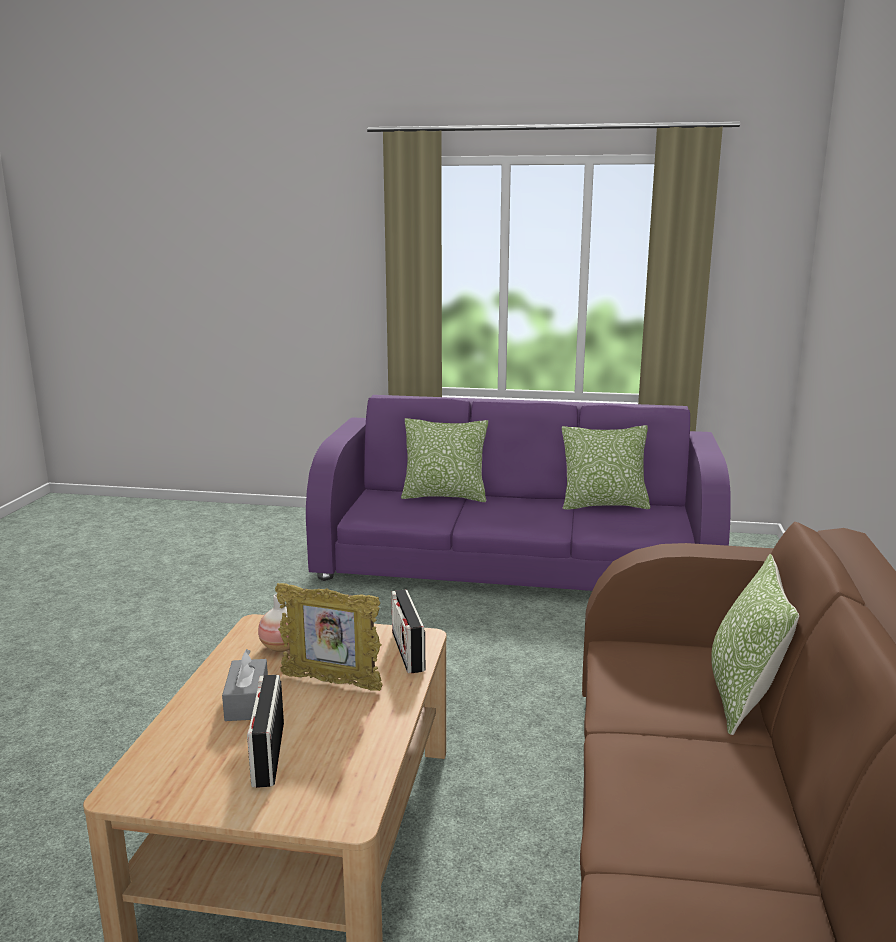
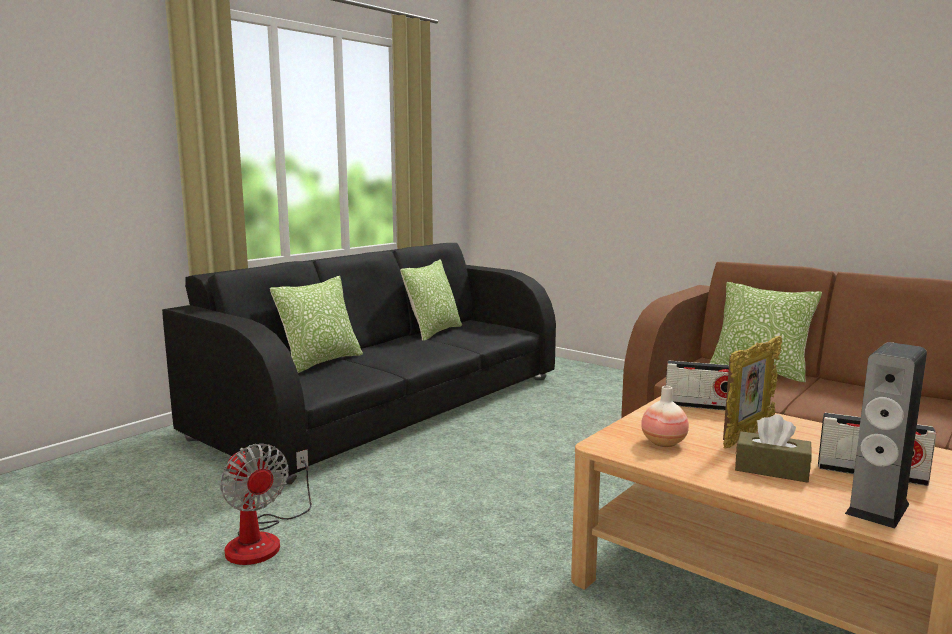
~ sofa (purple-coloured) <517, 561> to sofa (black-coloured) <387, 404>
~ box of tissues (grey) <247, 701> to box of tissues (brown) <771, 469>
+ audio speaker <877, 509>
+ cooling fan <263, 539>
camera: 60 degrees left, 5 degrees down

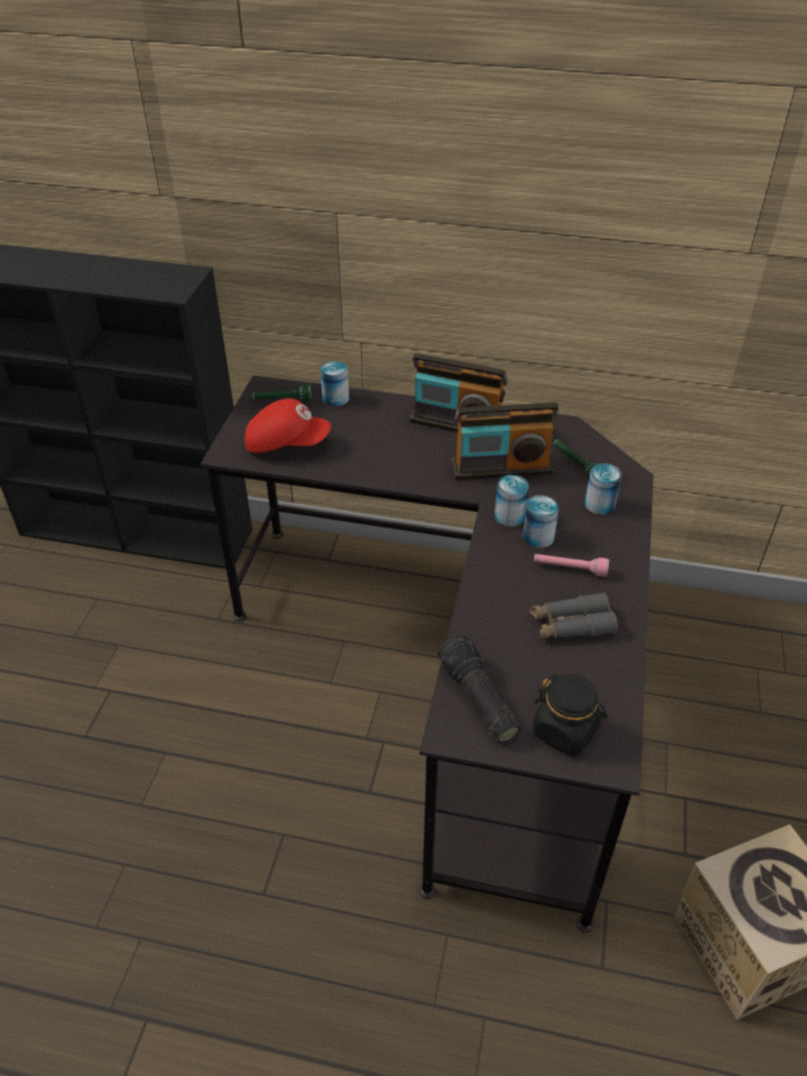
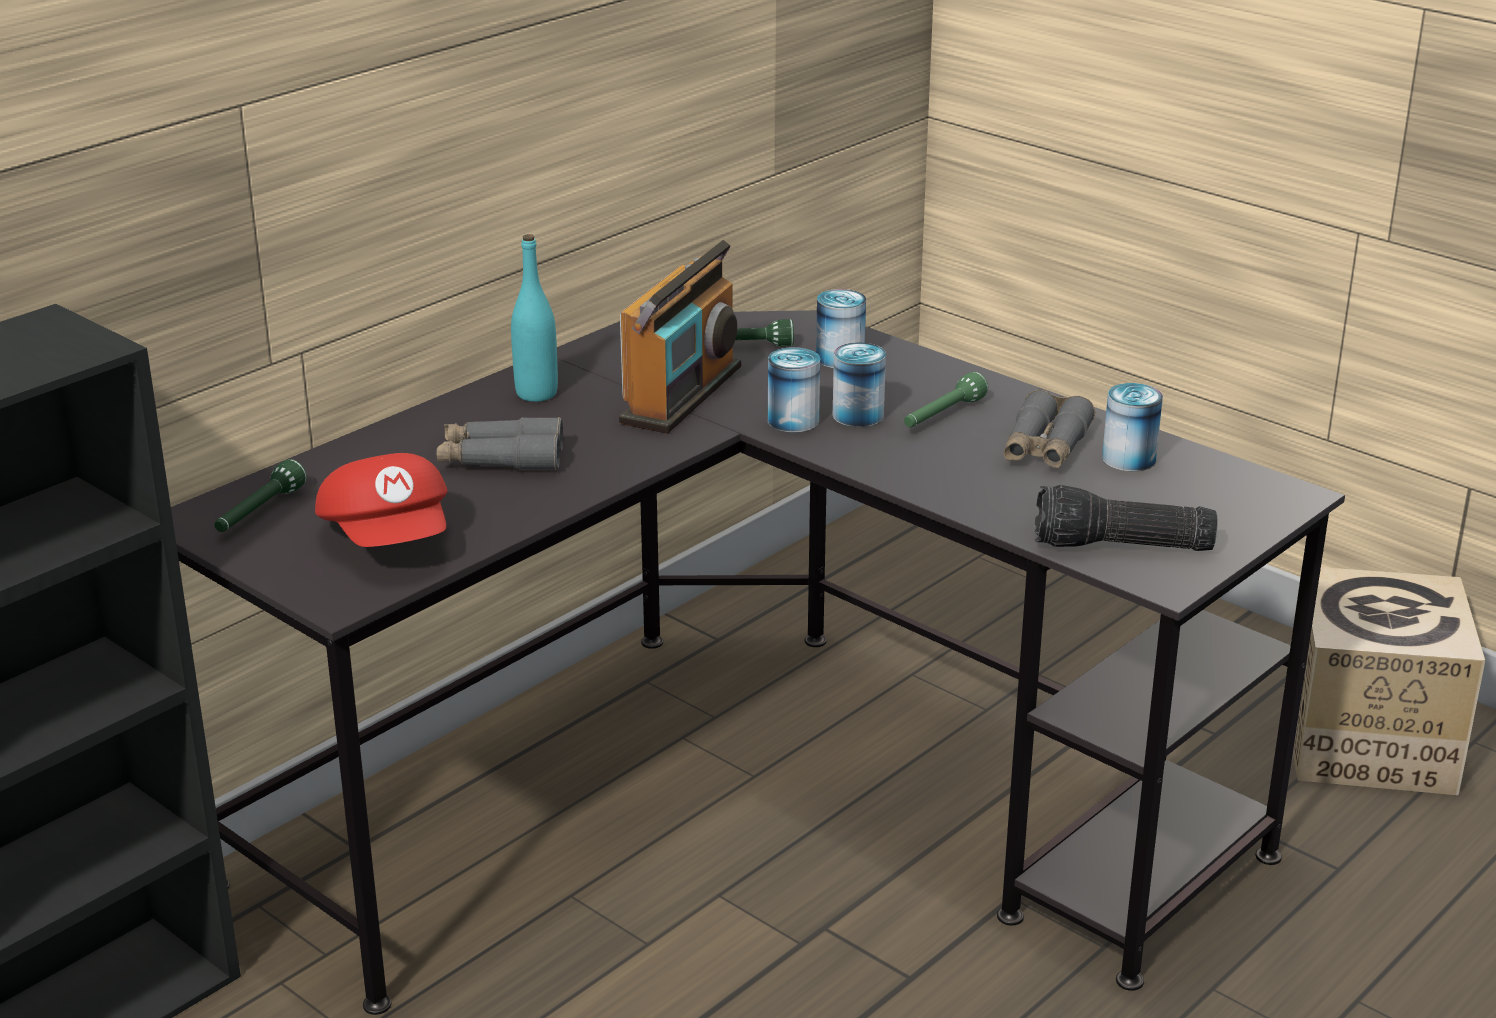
~ radio receiver <457, 423> to drink bottle (blue-green) <536, 393>
~ can <335, 398> to <1129, 459>
~ peaked cap (reddish) <286, 443> = <390, 539> 120 degrees clockwise
~ torch (pinkish) <569, 569> to torch (greenish) <942, 416>
- jar (black-coloured) <565, 731>
+ binoculars (grey) <501, 459>
camera: 60 degrees left, 15 degrees down

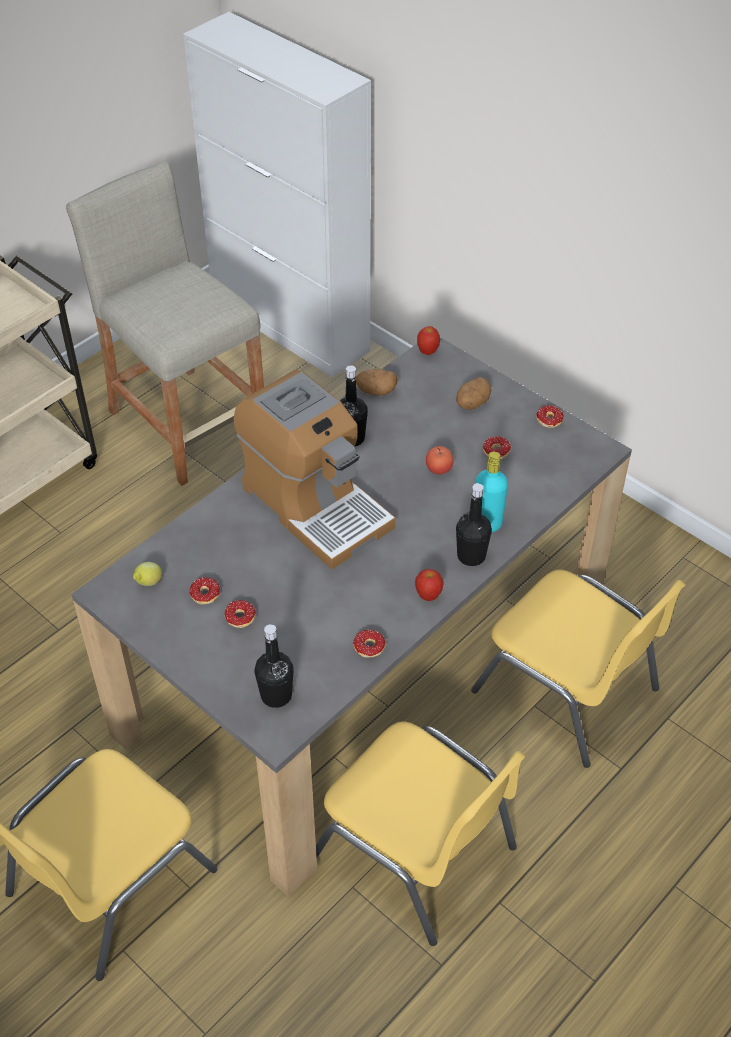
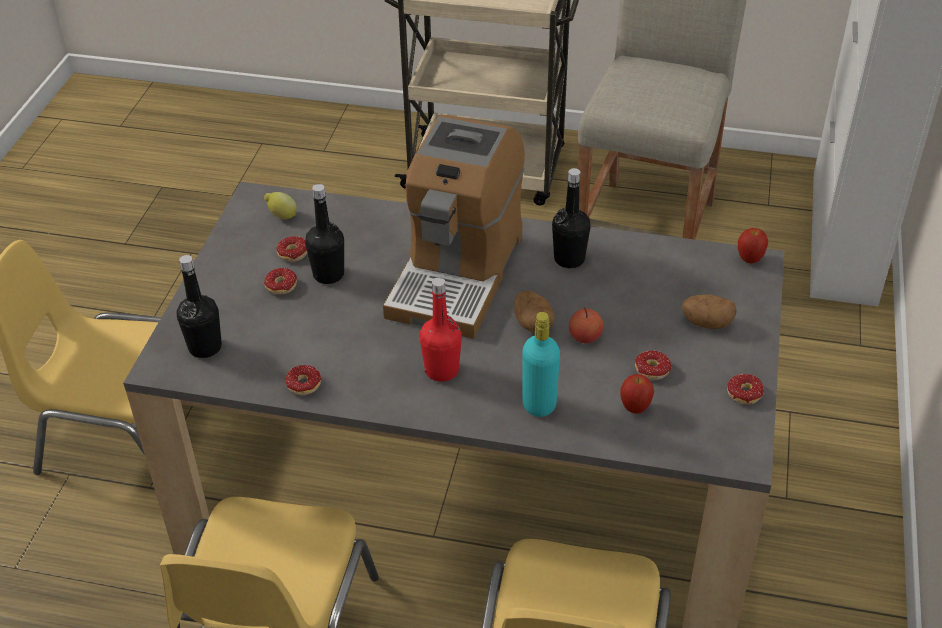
~ whole potato <376, 391> to <533, 323>
~ drink bottle (black-coloured) <471, 556> to <328, 274>
~ apple fruit <428, 596> to <635, 408>
+ drink bottle (reddish) <442, 370>
camera: 60 degrees right, 5 degrees down

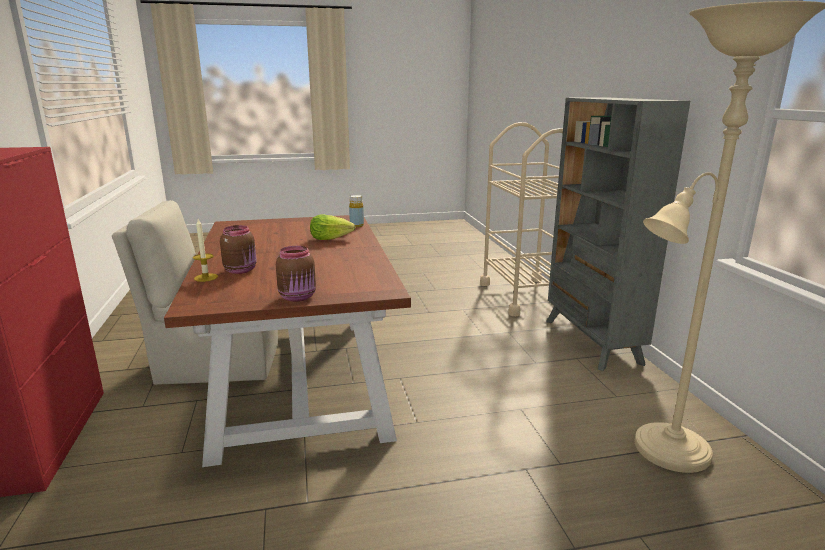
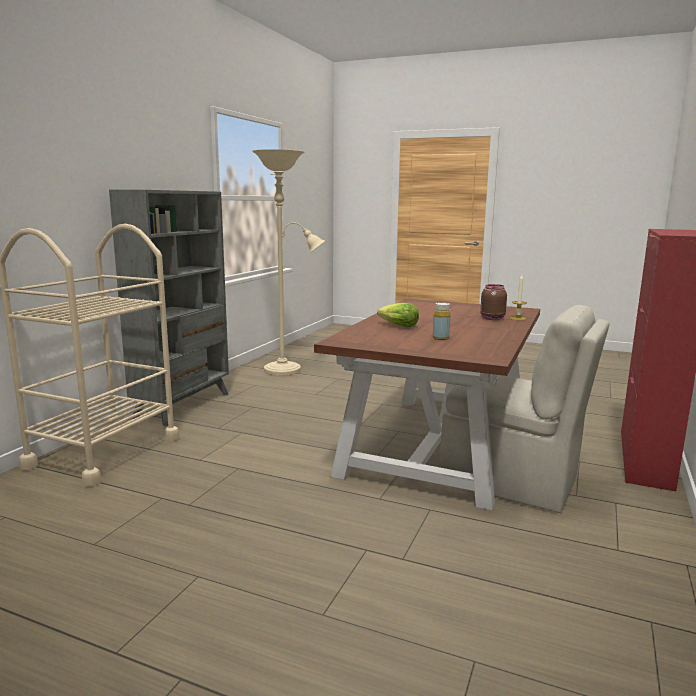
~ drink bottle (yellow-coloured) <356, 225> to <440, 338>
- jar (brown) <298, 297>
camera: 145 degrees left, 5 degrees down

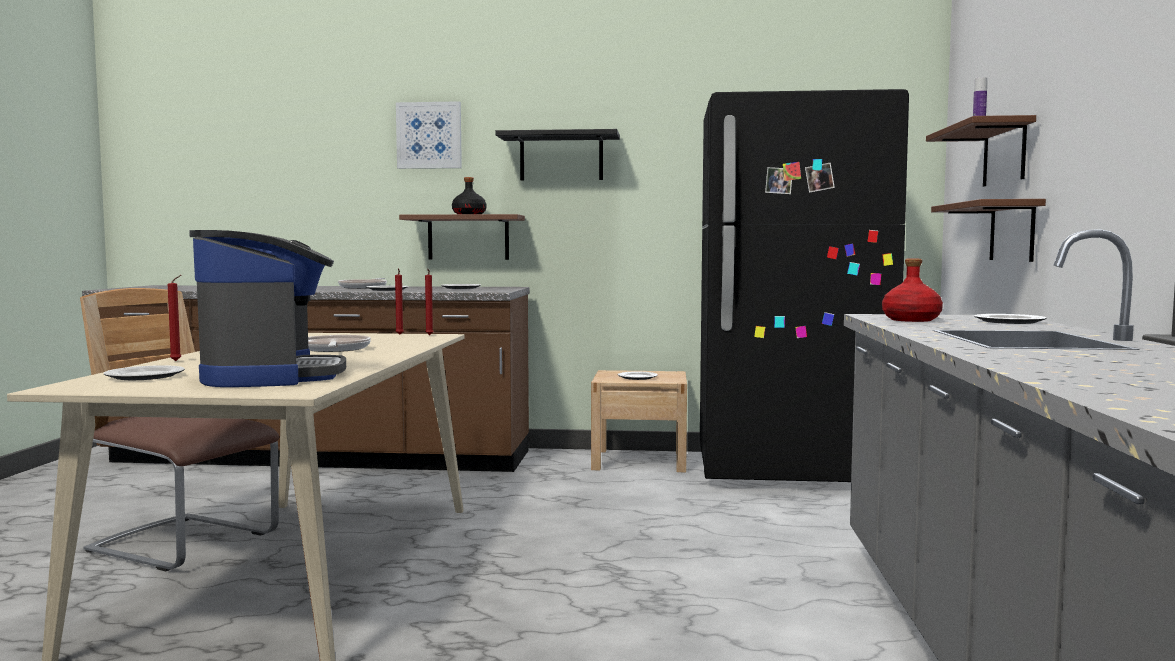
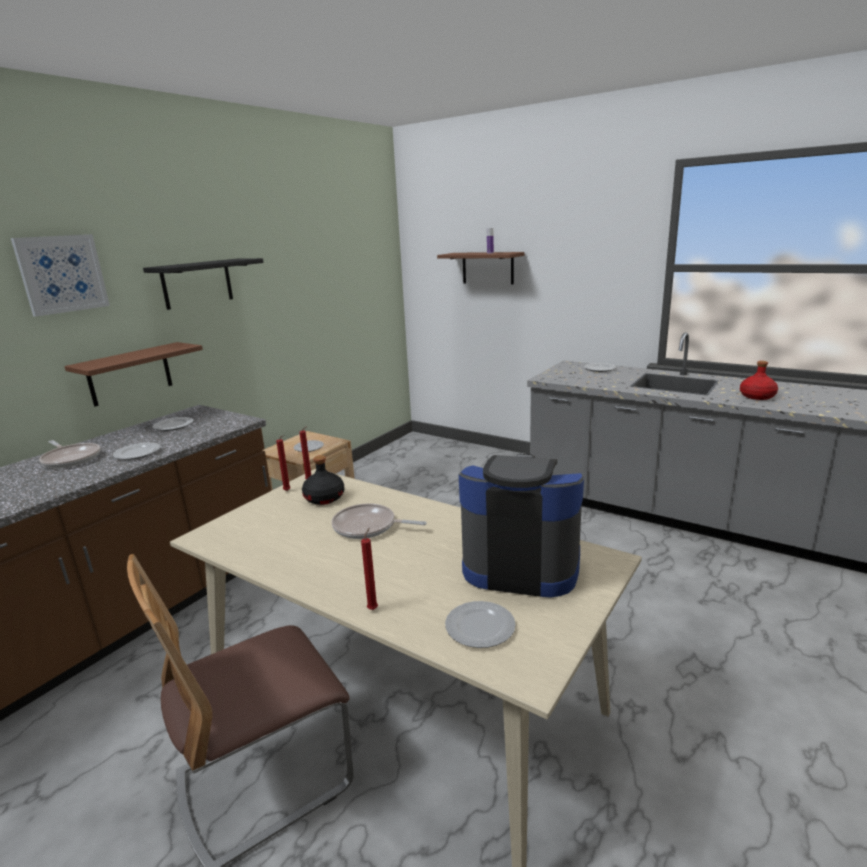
- fridge (black-coloured) <789, 471>
~ drink bottle (black-coloured) <469, 214> to <325, 498>
- bracket shelf (brown) <1012, 231>
~ drink bottle (reddish) <911, 320> to <757, 396>
camera: 60 degrees left, 15 degrees up

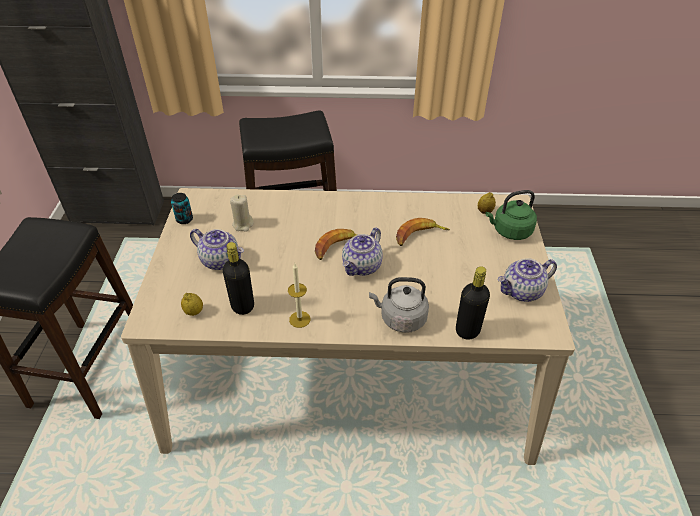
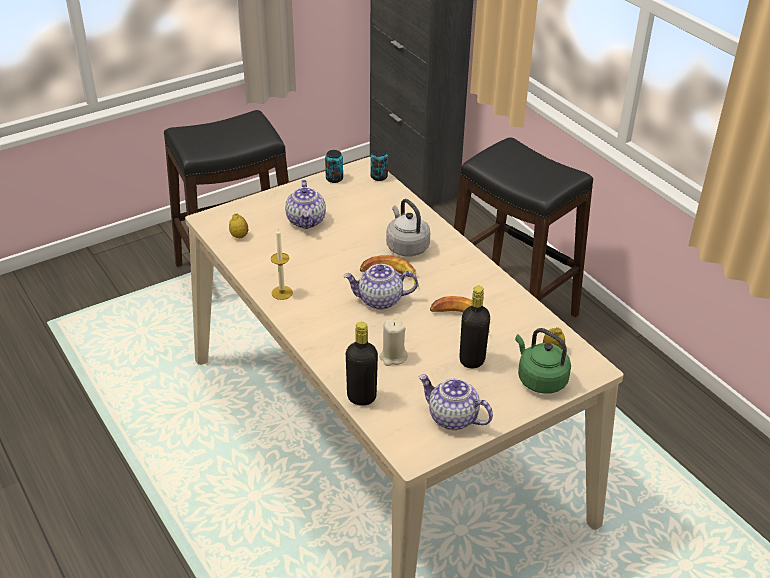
~ wax candle (beige-coloured) <243, 224> to <393, 357>
~ drink bottle (black-coloured) <242, 306> to <472, 360>
~ kettle (grey) <400, 319> to <406, 246>
+ can <379, 177>
camera: 55 degrees right, 5 degrees down

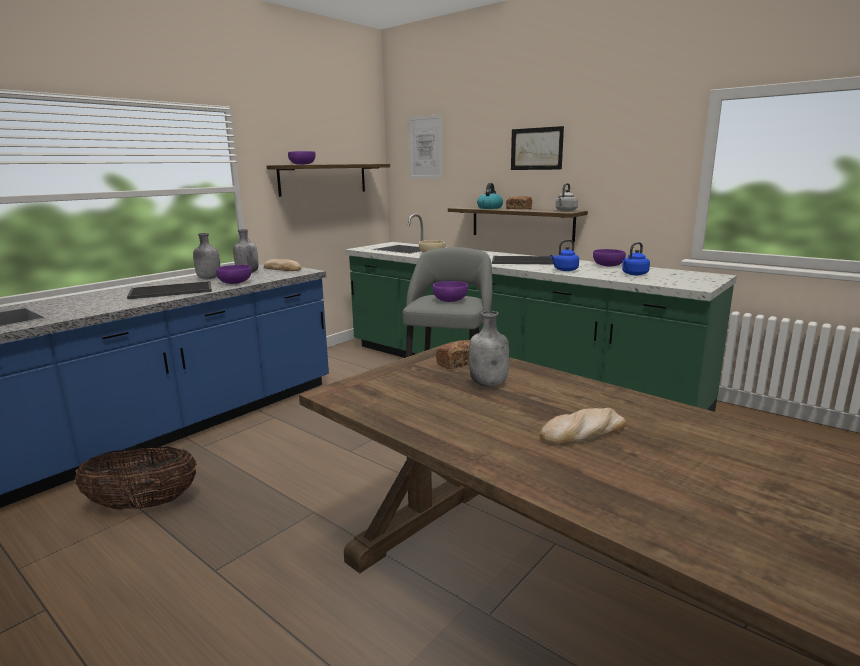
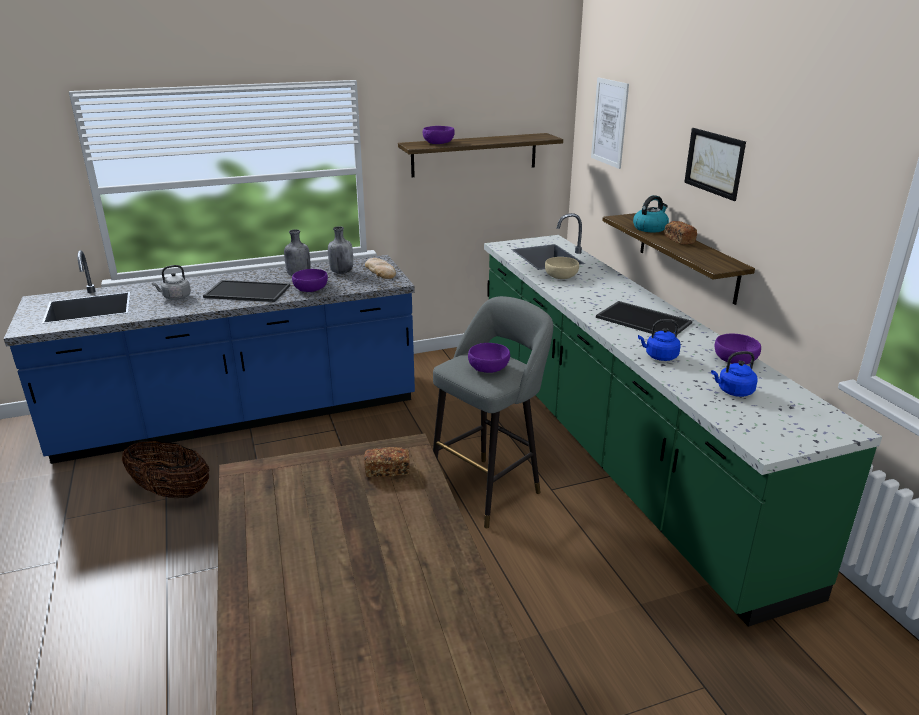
~ kettle (grey) <565, 211> to <175, 297>
- drink bottle (grey) <489, 384>
- bakery bread <583, 432>
camera: 30 degrees right, 10 degrees up

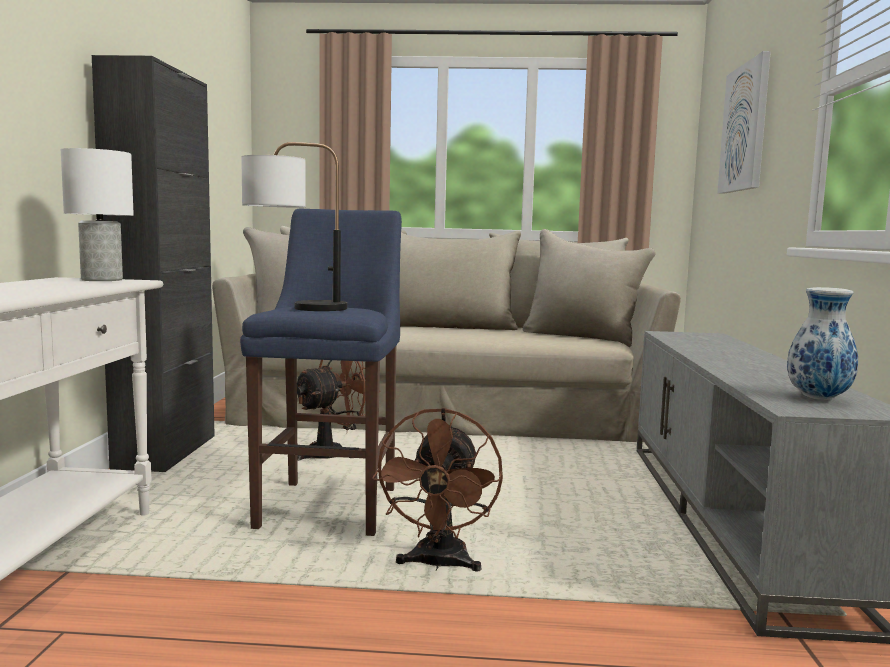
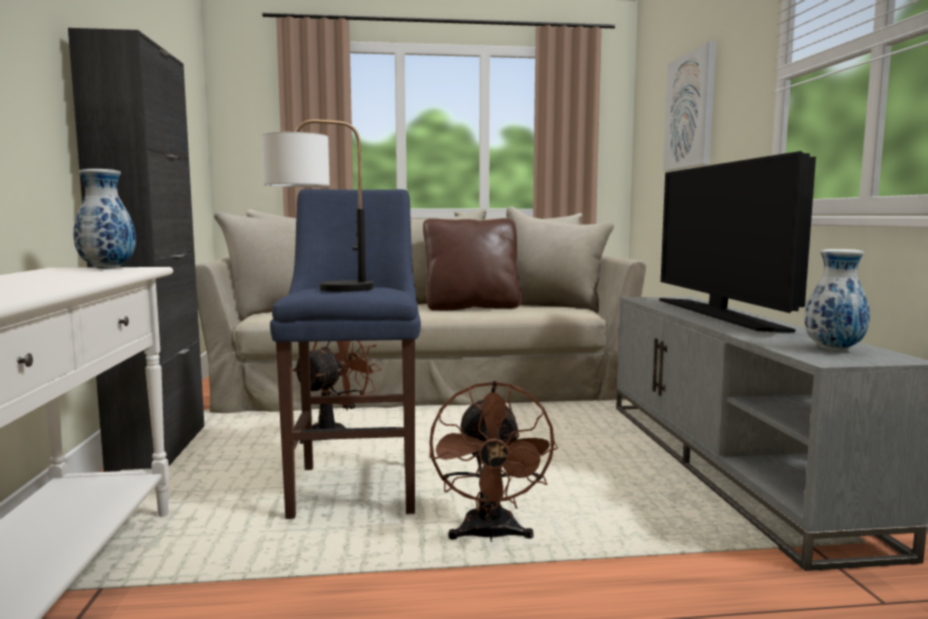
~ tabletop lamp (whitish) <102, 280> to decorative vase <106, 268>
+ TV set <719, 315>
+ pillow (brown) <472, 307>
camera: 10 degrees left, 0 degrees up

